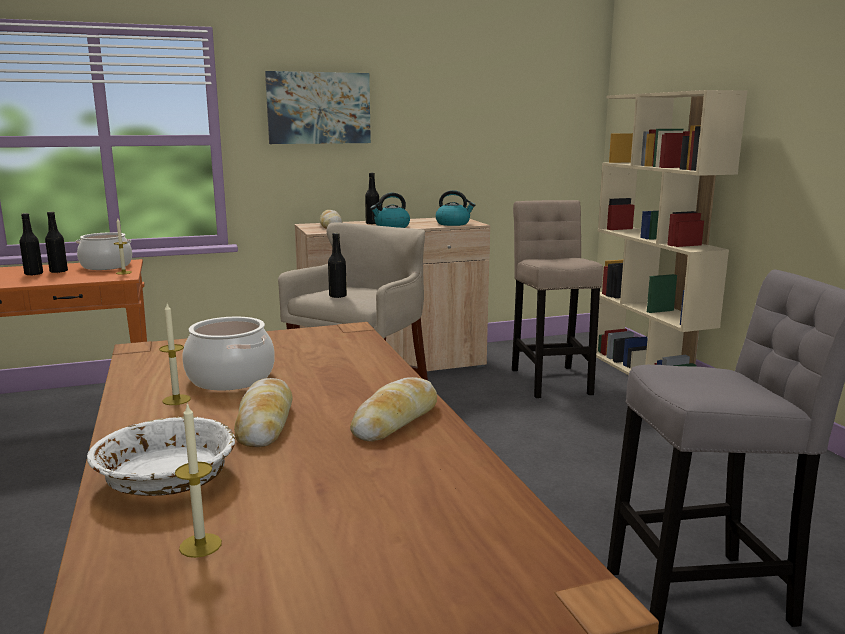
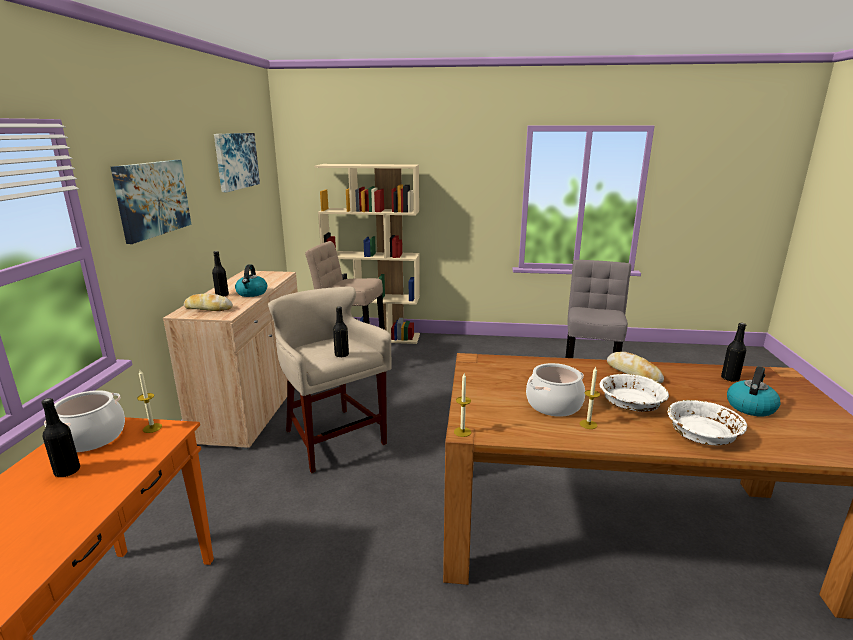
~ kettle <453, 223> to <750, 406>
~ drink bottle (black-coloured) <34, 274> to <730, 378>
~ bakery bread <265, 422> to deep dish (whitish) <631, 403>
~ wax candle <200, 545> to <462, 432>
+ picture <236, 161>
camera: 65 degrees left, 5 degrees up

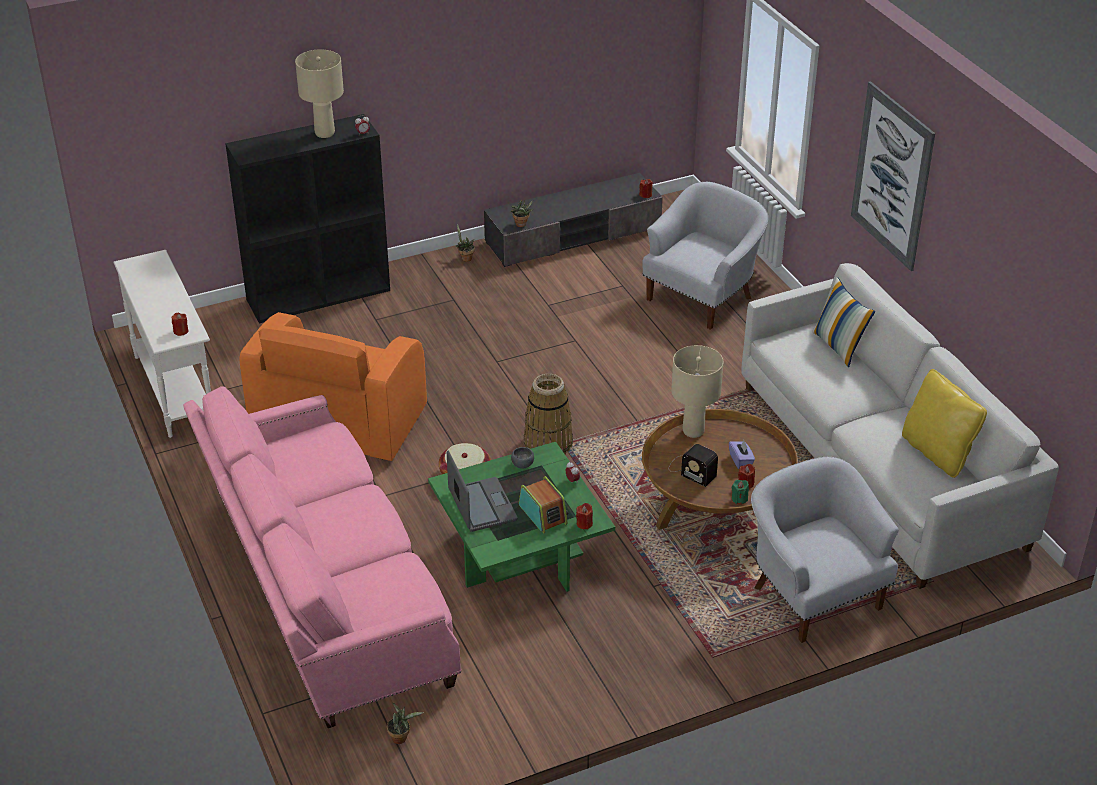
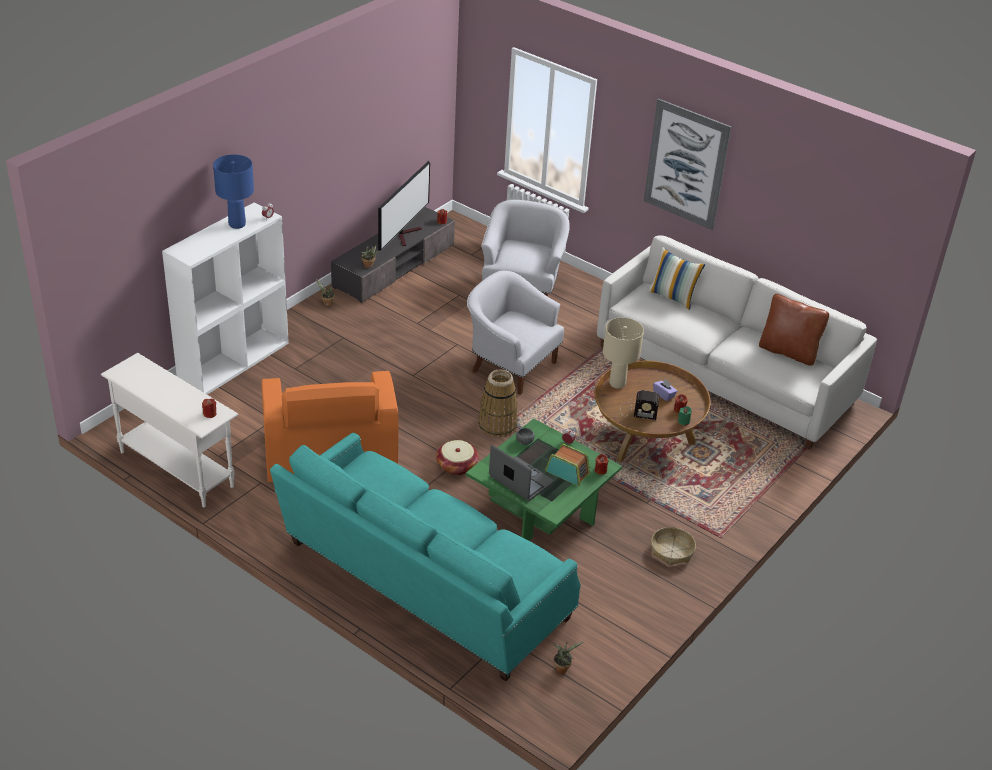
~ tabletop lamp (beige-coloured) <325, 133> to tabletop lamp (bluish) <237, 224>
~ bookshelf (black-coloured) <319, 294> to bookshelf (whitish) <234, 361>
~ pillow (yellow-coloured) <937, 453> to pillow (brown) <788, 352>
~ sofa (pinkish) <324, 591> to sofa (blue-green) <423, 584>
~ lounge chair (whitish) <813, 593> to <510, 365>
+ TV set <406, 234>
+ household basket <672, 551>
camera: 30 degrees left, 0 degrees up

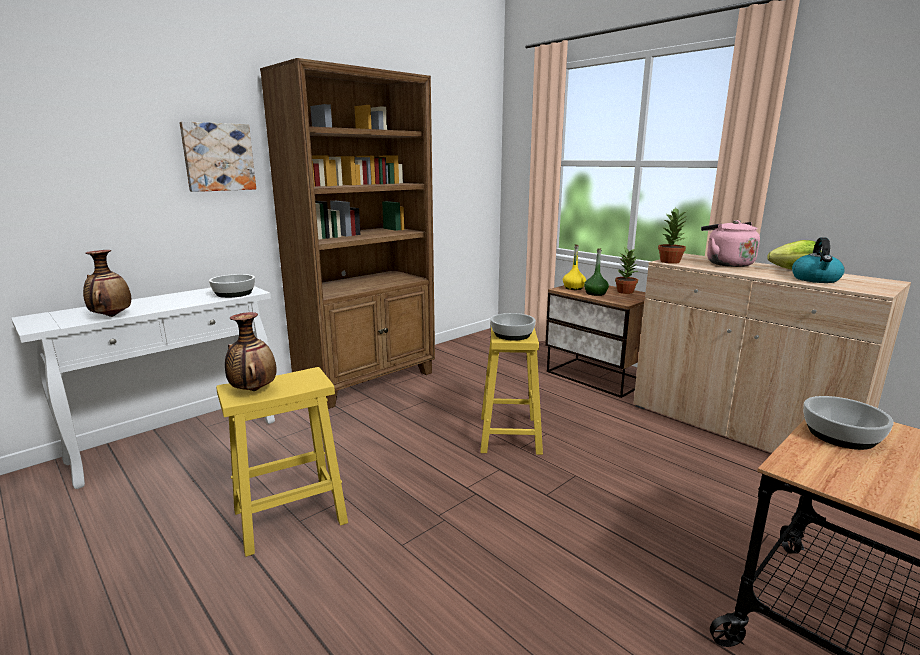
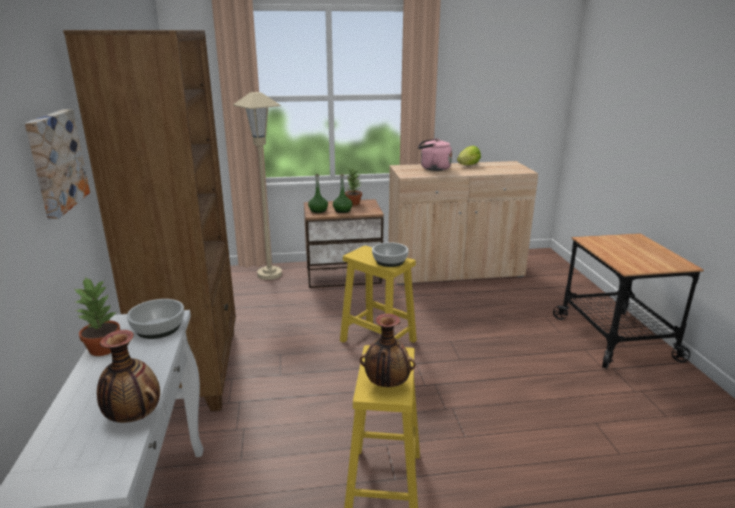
~ plant in a pot <670, 261> to <104, 348>
- kettle <816, 279>
~ drink bottle (yellow-coloured) <573, 288> to drink bottle (greenish) <318, 211>
- deep dish <842, 435>
+ floor lamp (beige-coloured) <269, 274>
camera: 55 degrees left, 5 degrees up

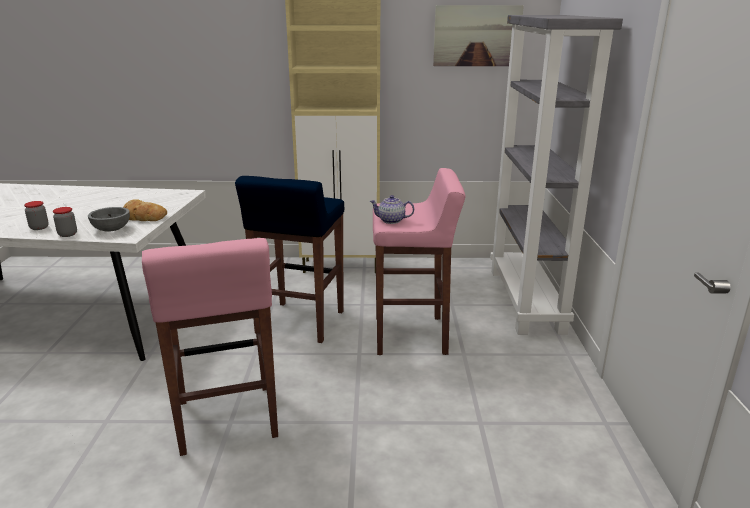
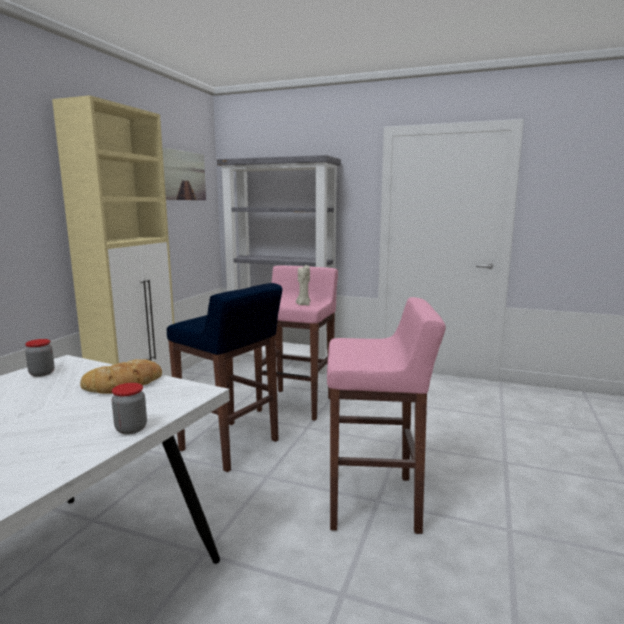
~ pot for tea <391, 221> to wax candle (beige-coloured) <303, 304>
~ jar <39, 227> to <42, 373>
- deep dish (grey) <112, 229>
camera: 70 degrees left, 10 degrees down

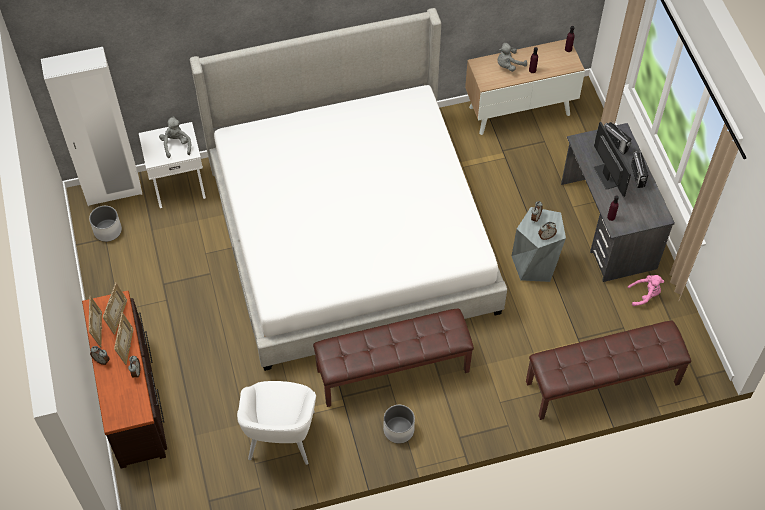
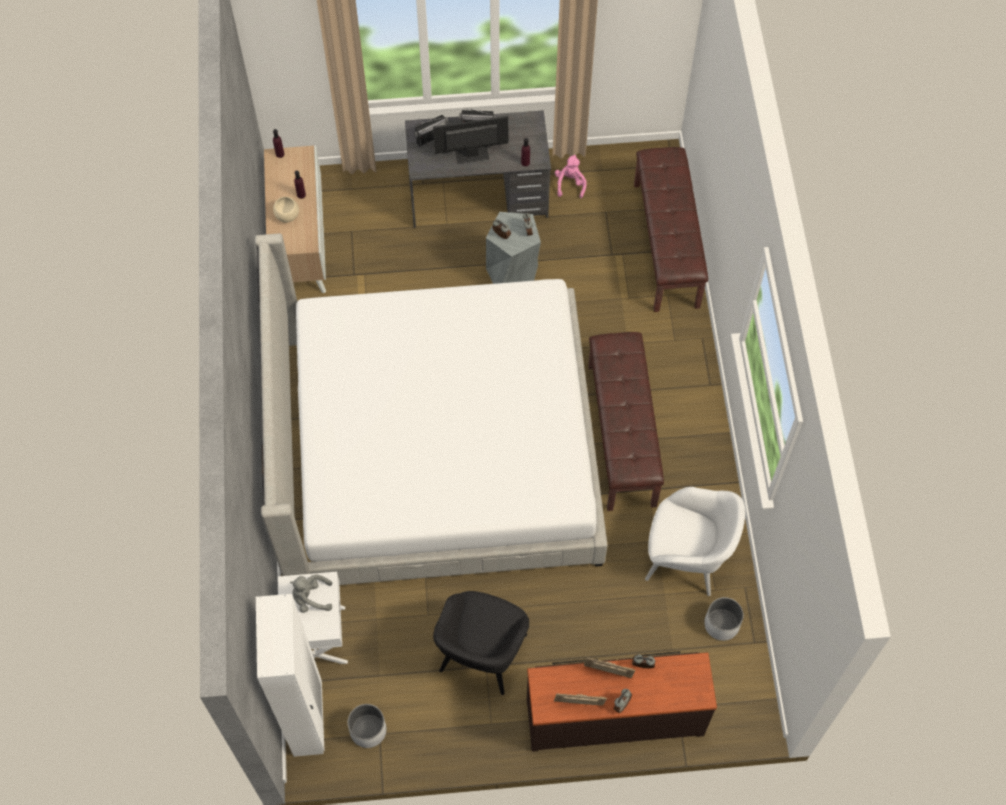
~ cuddly toy (grey) <508, 65> to deep dish (beige-coloured) <287, 216>
- standing frame <118, 317>
~ planter (whitish) <398, 429> to <721, 624>
+ lounge chair (black-coloured) <482, 655>
camera: 80 degrees left, 5 degrees up

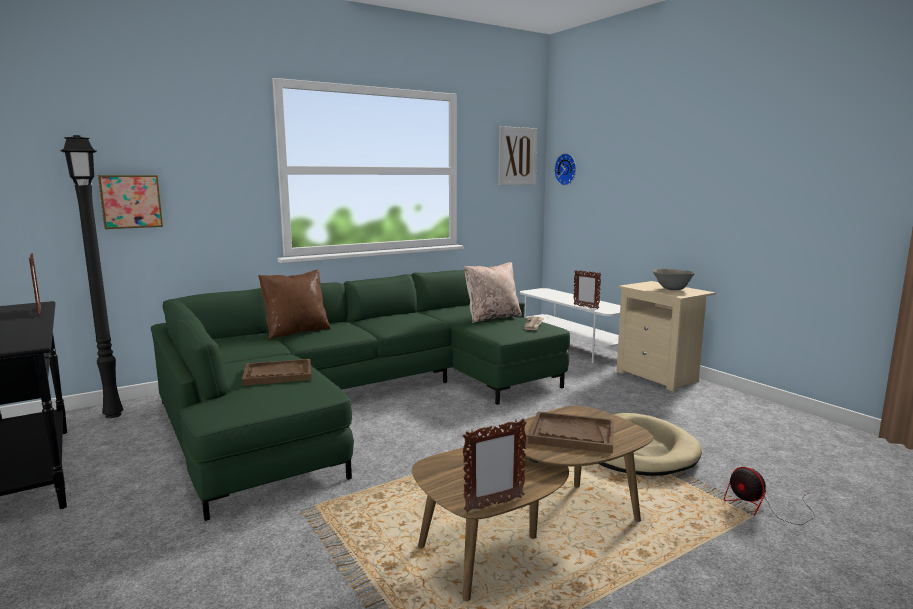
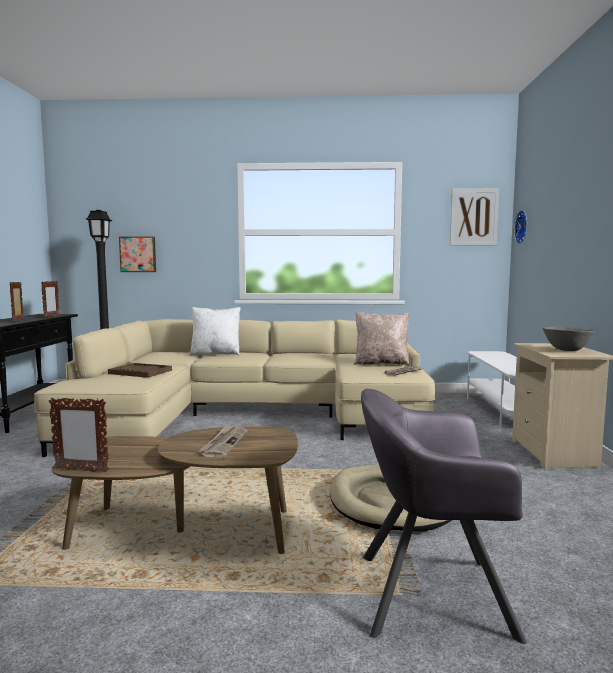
~ sofa (greenish) <359, 398> to sofa (beige-coloured) <250, 414>
~ pillow (brown) <296, 332> to pillow (whitish) <216, 354>
~ standing frame <585, 307> to <18, 321>
~ carrying tray (brown) <572, 434> to daily paper <224, 443>
~ cooling fan <764, 508> to lounge chair (grey) <431, 593>
camera: 35 degrees right, 5 degrees down

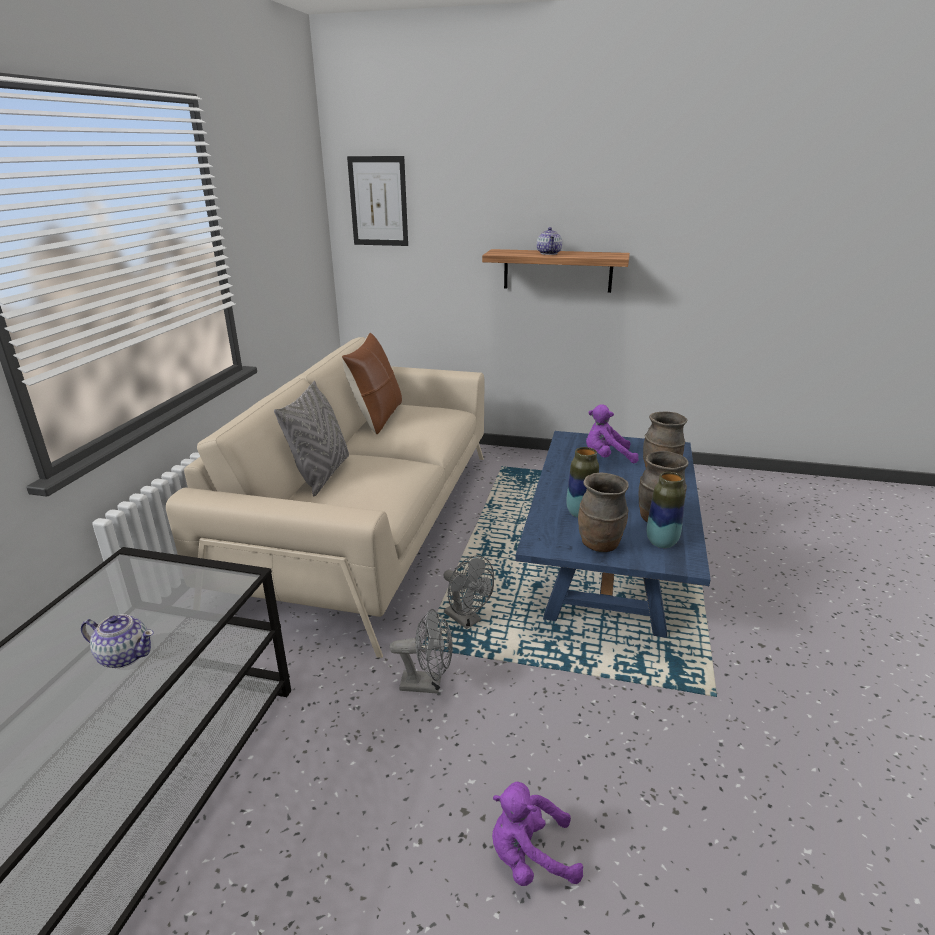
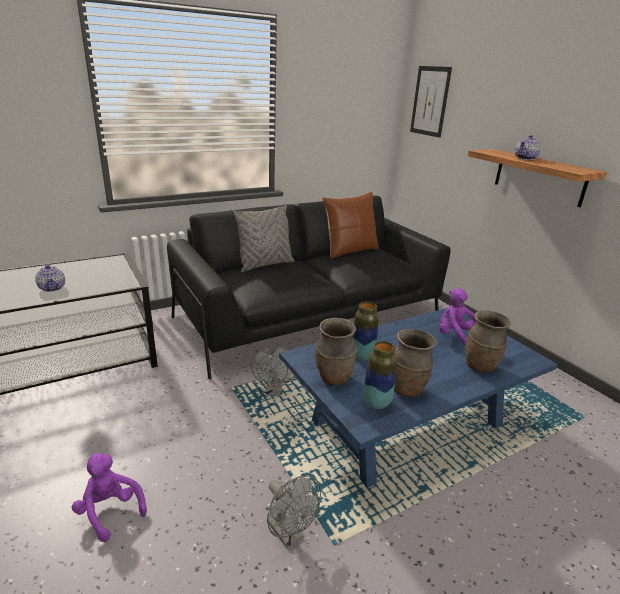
~ sofa (beige-coloured) <367, 524> to sofa (black-coloured) <309, 316>
~ cooling fan (grey) <427, 684> to <289, 534>
camera: 45 degrees right, 0 degrees up

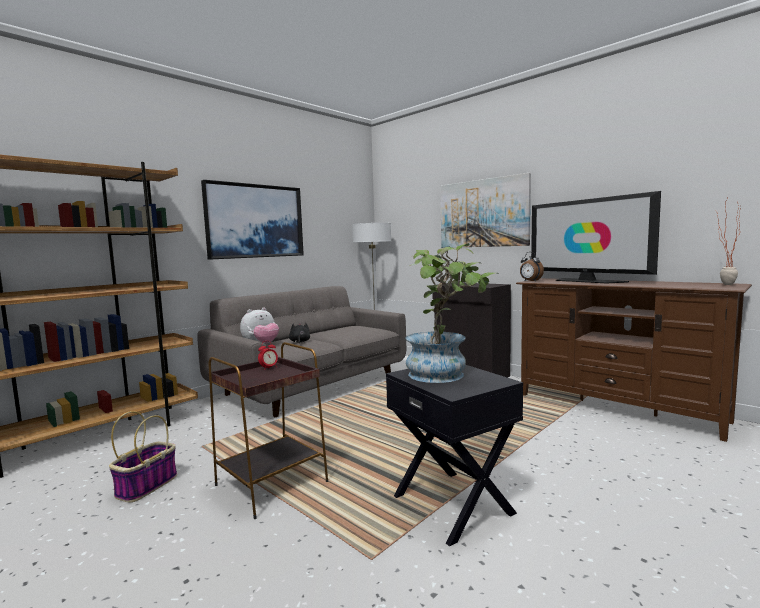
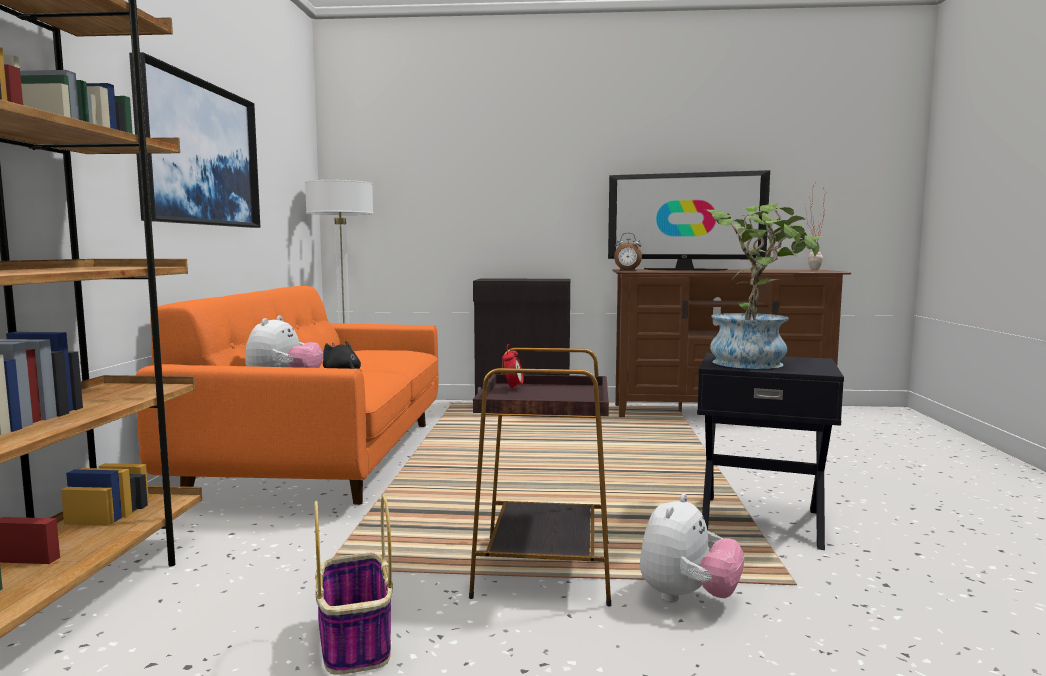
- picture <483, 213>
~ sofa (grey) <312, 385> to sofa (orange) <325, 456>
+ cuddly toy <687, 597>
camera: 40 degrees left, 0 degrees up

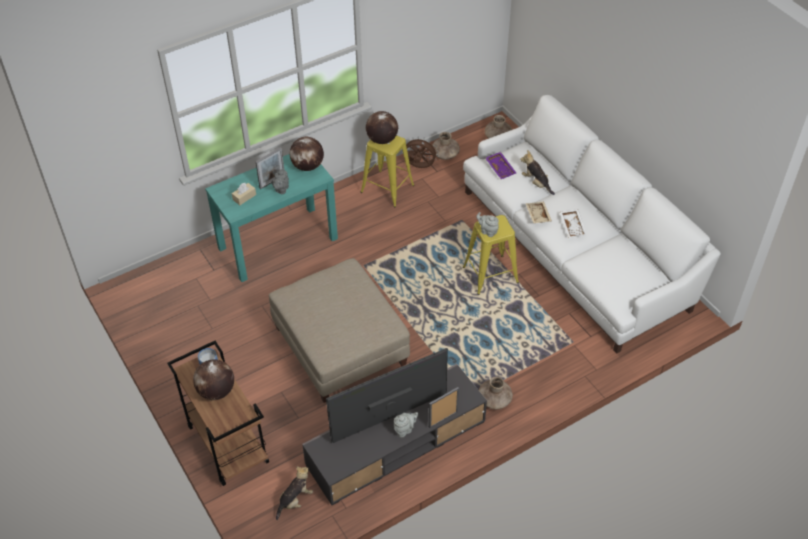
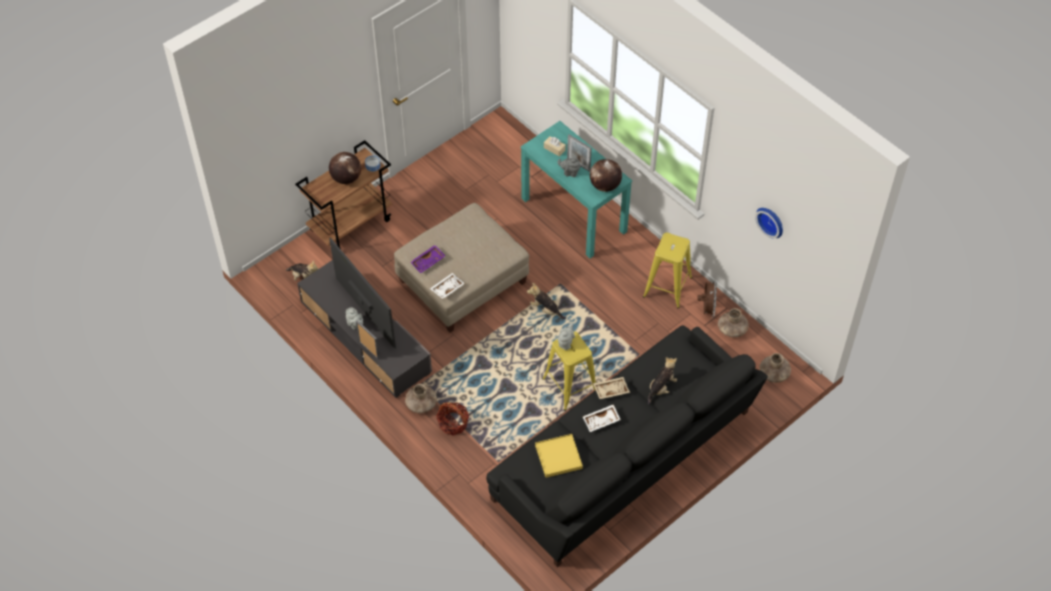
~ sofa (whitish) <576, 247> to sofa (black-coloured) <624, 458>
- desk globe <382, 140>
~ carrying tray (purple-coloured) <501, 168> to <428, 262>
+ wall clock <771, 221>
+ carrying tray (whitish) <447, 288>
+ cuddly toy <545, 309>
+ household basket <453, 423>
+ carrying tray (yellow-coloured) <558, 457>
camera: 80 degrees right, 5 degrees up

